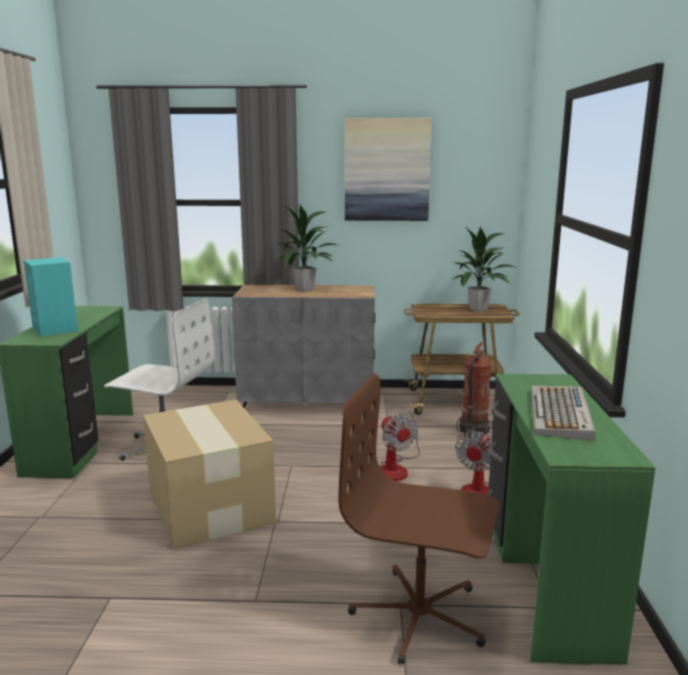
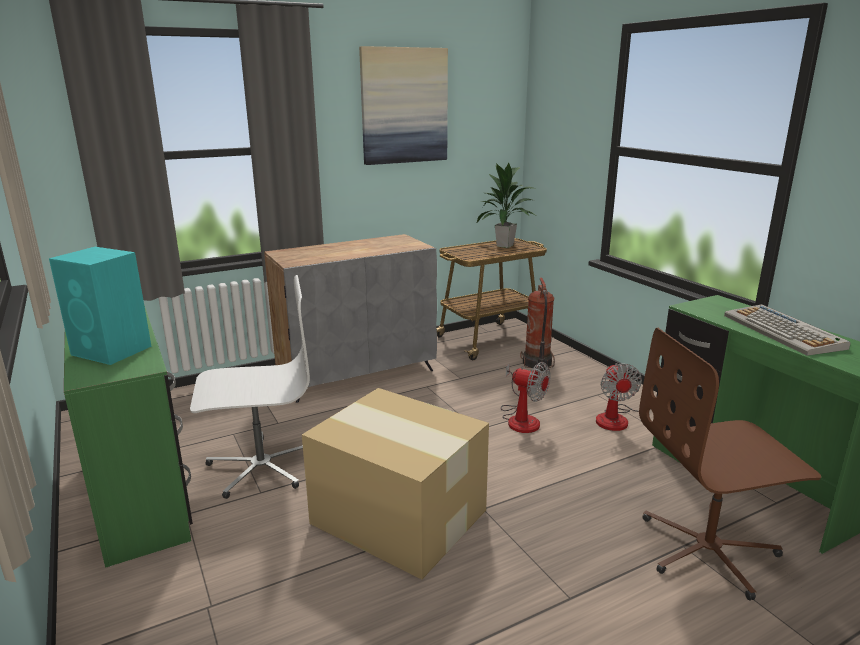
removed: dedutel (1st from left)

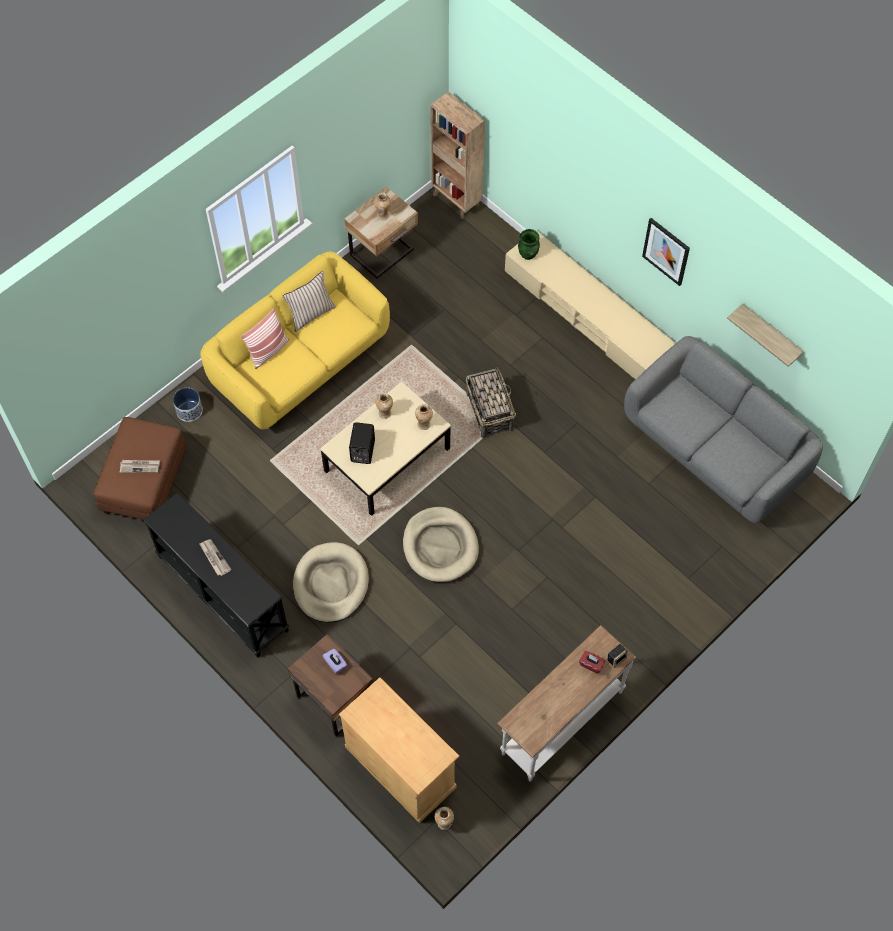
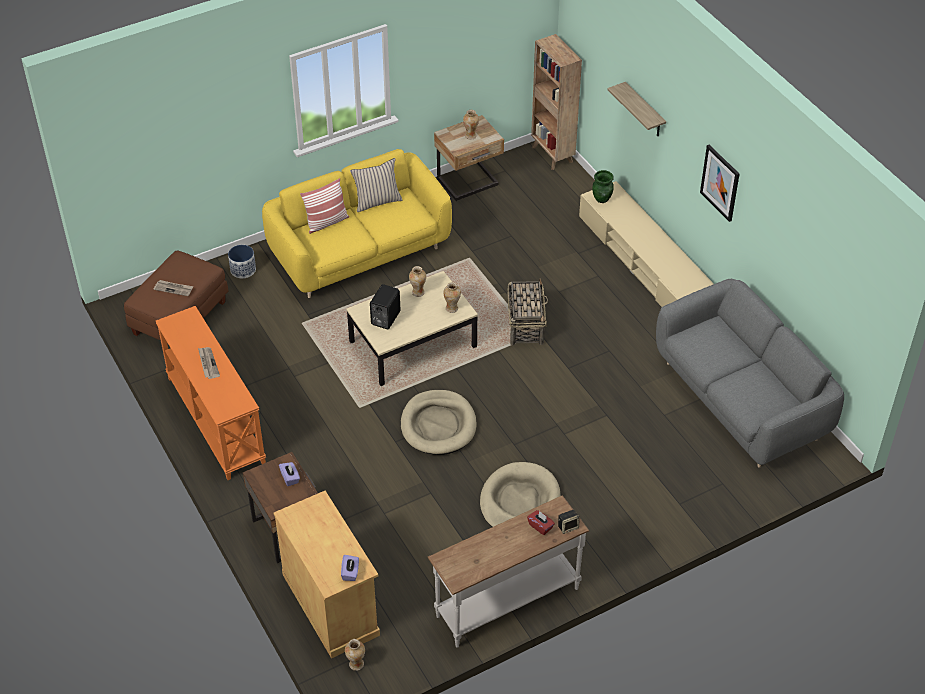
added: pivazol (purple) (2nd from left)
moved: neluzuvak; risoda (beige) (1st from left in the first image) to risoda (beige) (2nd from left)
recoloured: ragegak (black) to ragegak (orange)

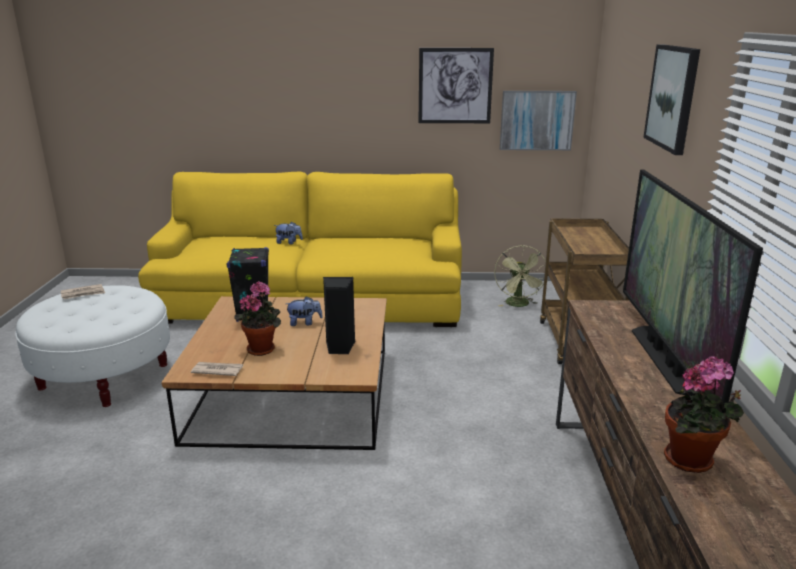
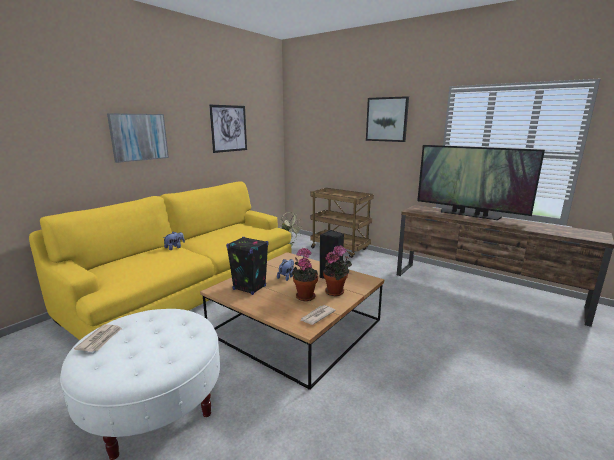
moved: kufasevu (2nd from left in the first image) to kufasevu (1st from left); dedutel (2nd from left)

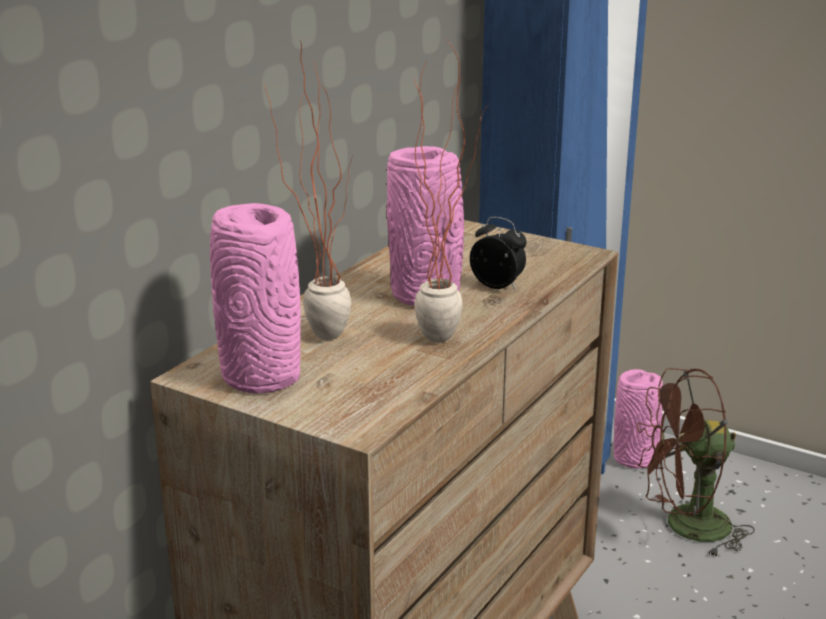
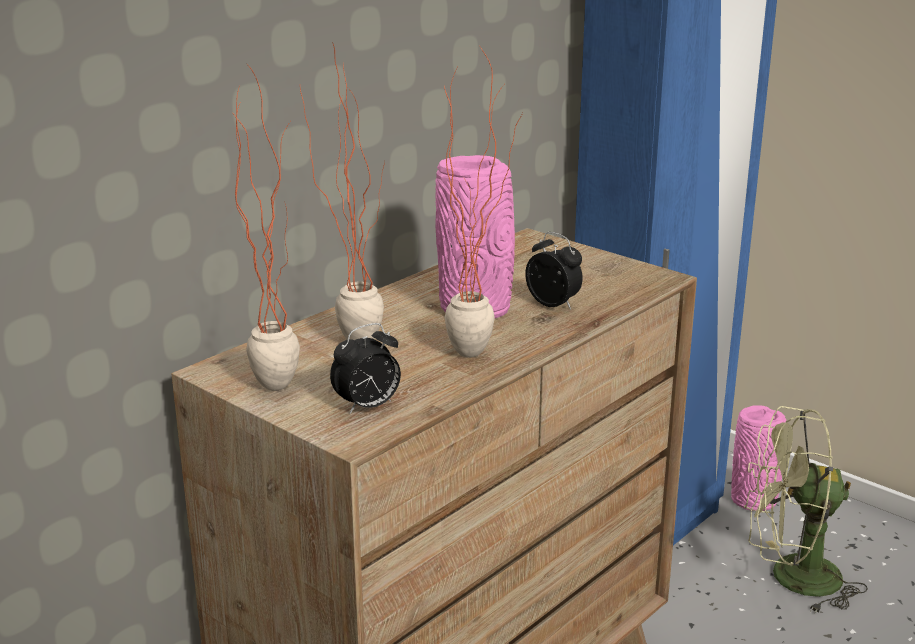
added: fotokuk (1st from left)
replaced: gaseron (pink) (1st from left) to dedutel (1st from left)
recoloured: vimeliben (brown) to vimeliben (green)

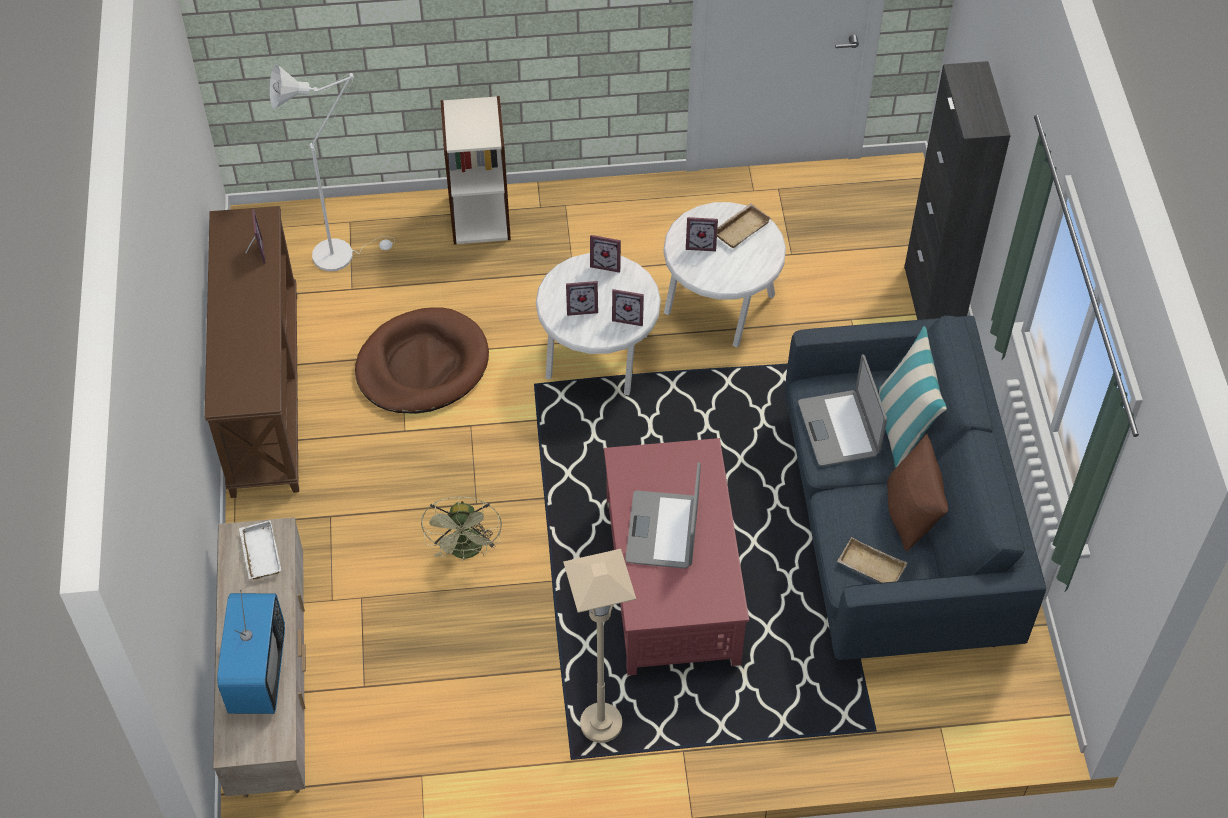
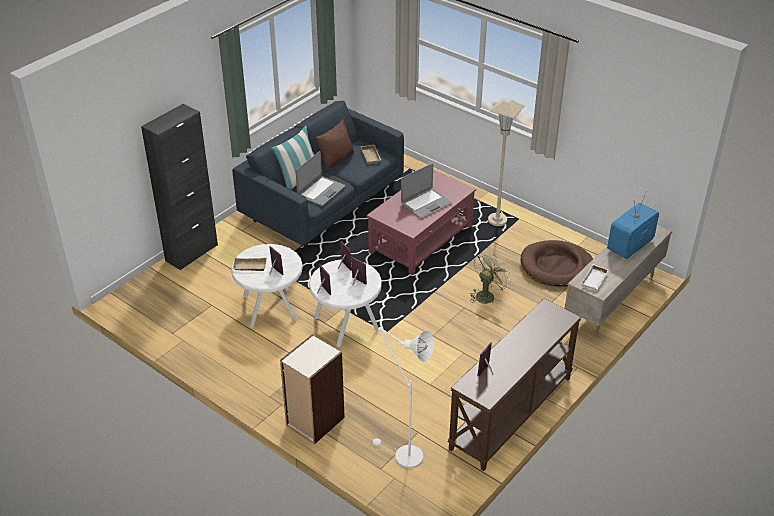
moved: risoda (brown)

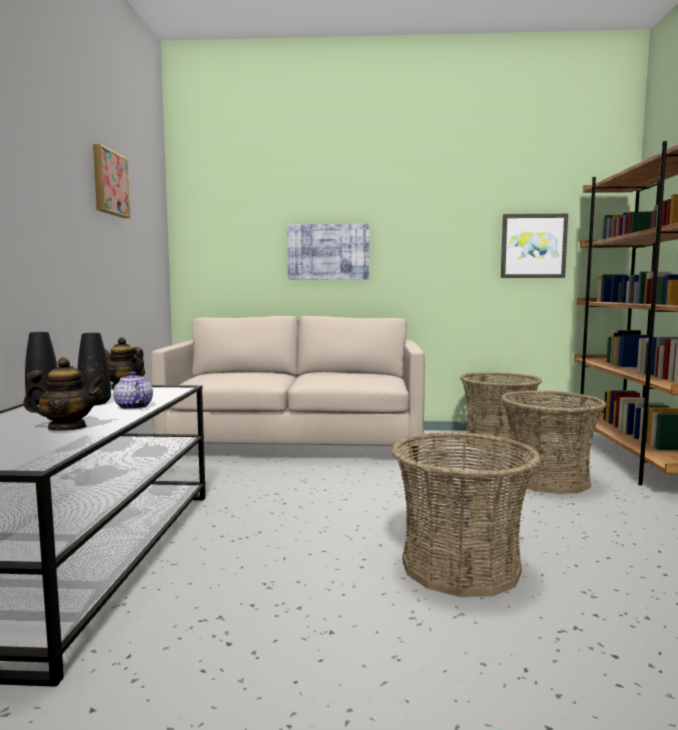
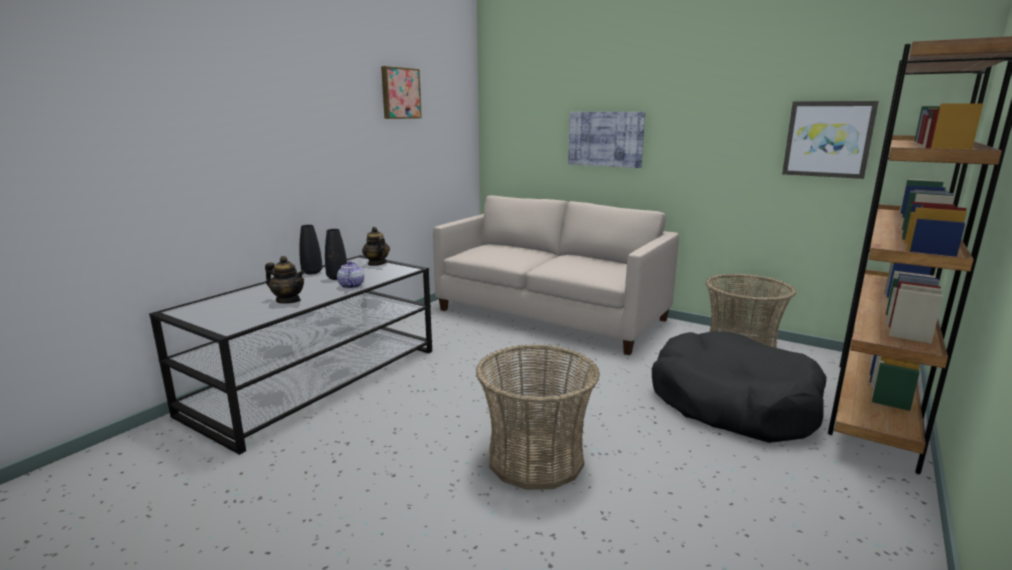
replaced: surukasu (3rd from left) to risoda (black)

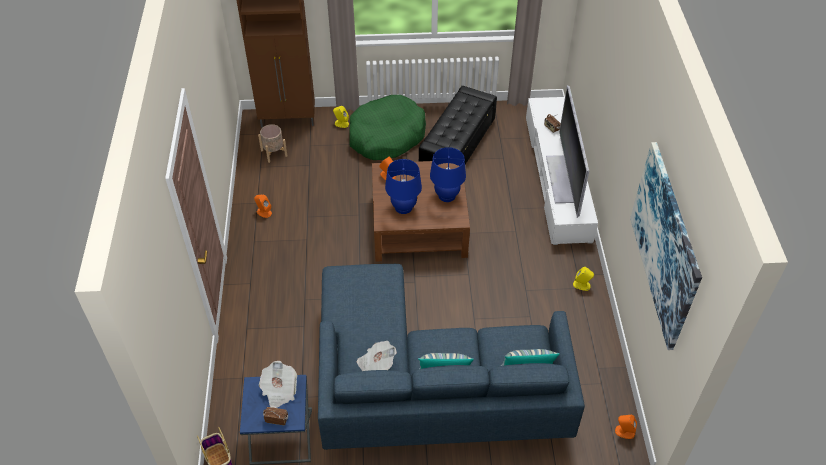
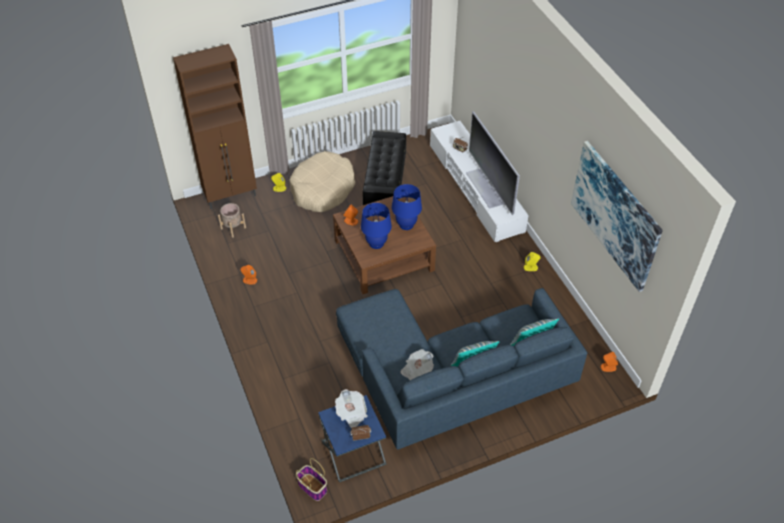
recoloured: risoda (green) to risoda (beige)

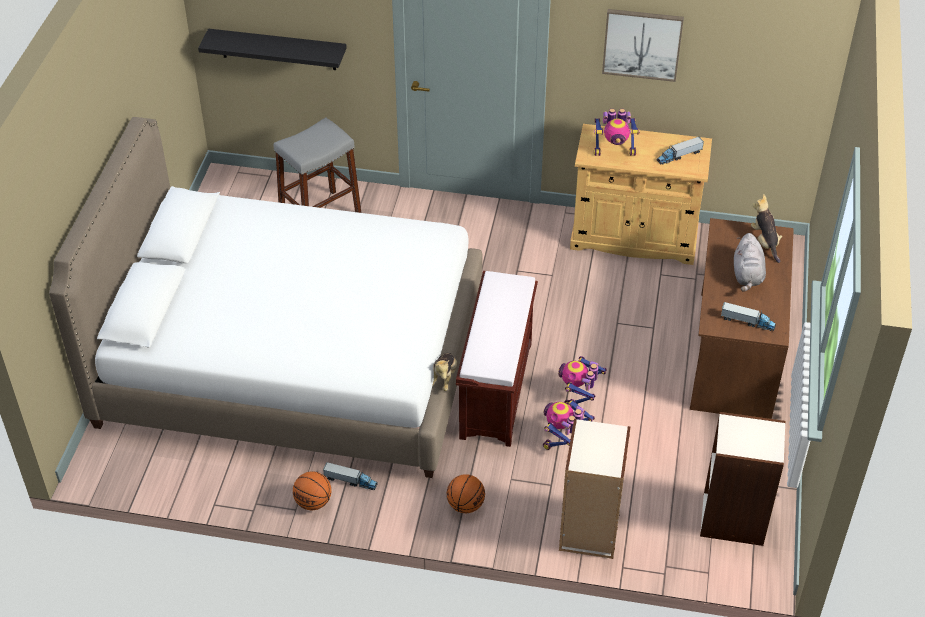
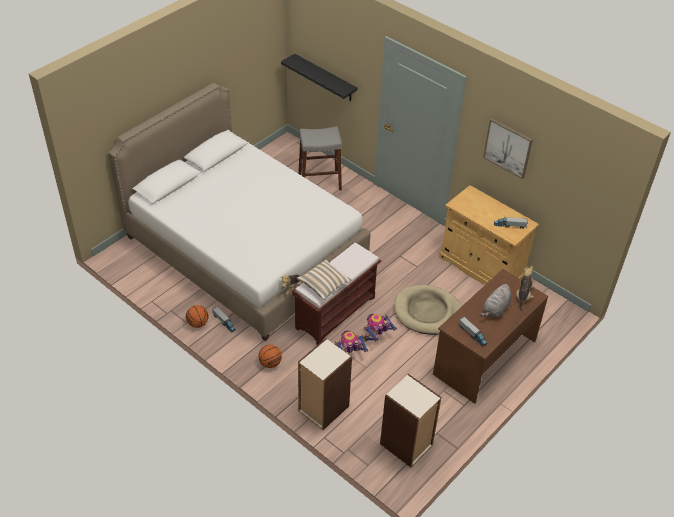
removed: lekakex (3rd from left)
added: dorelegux; risoda (beige)

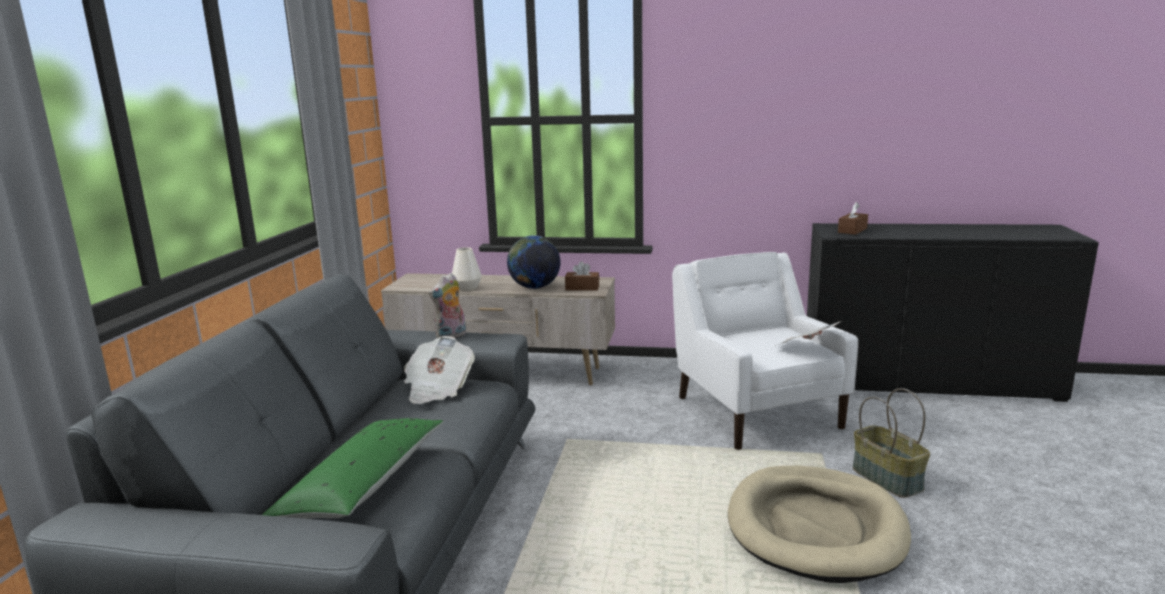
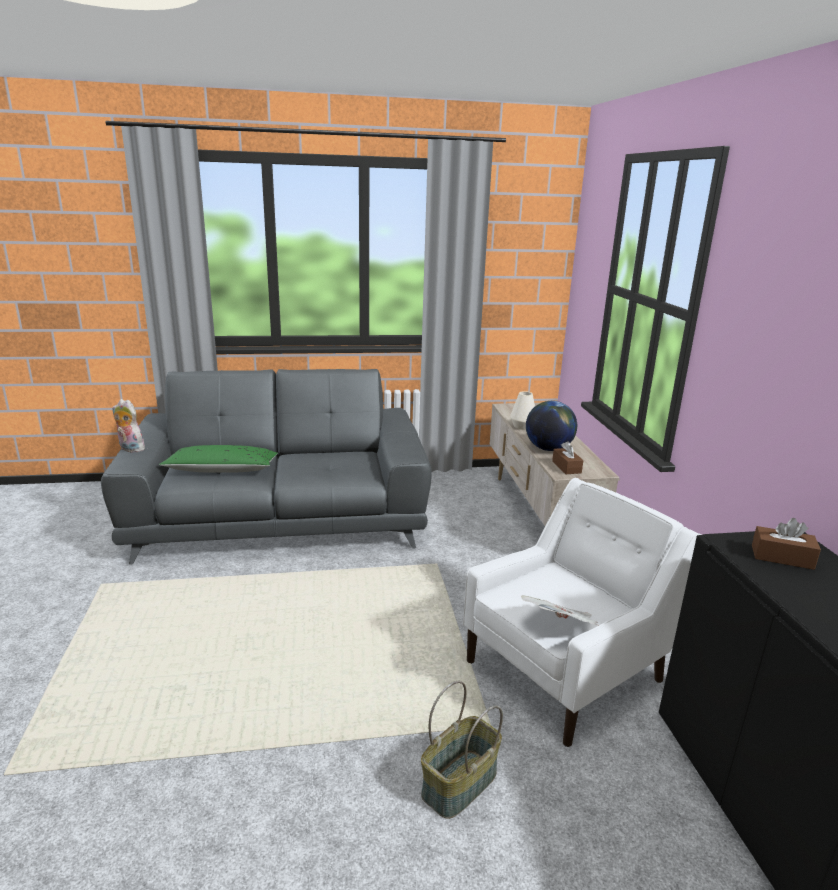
removed: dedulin (1st from left); risoda (beige)
moved: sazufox

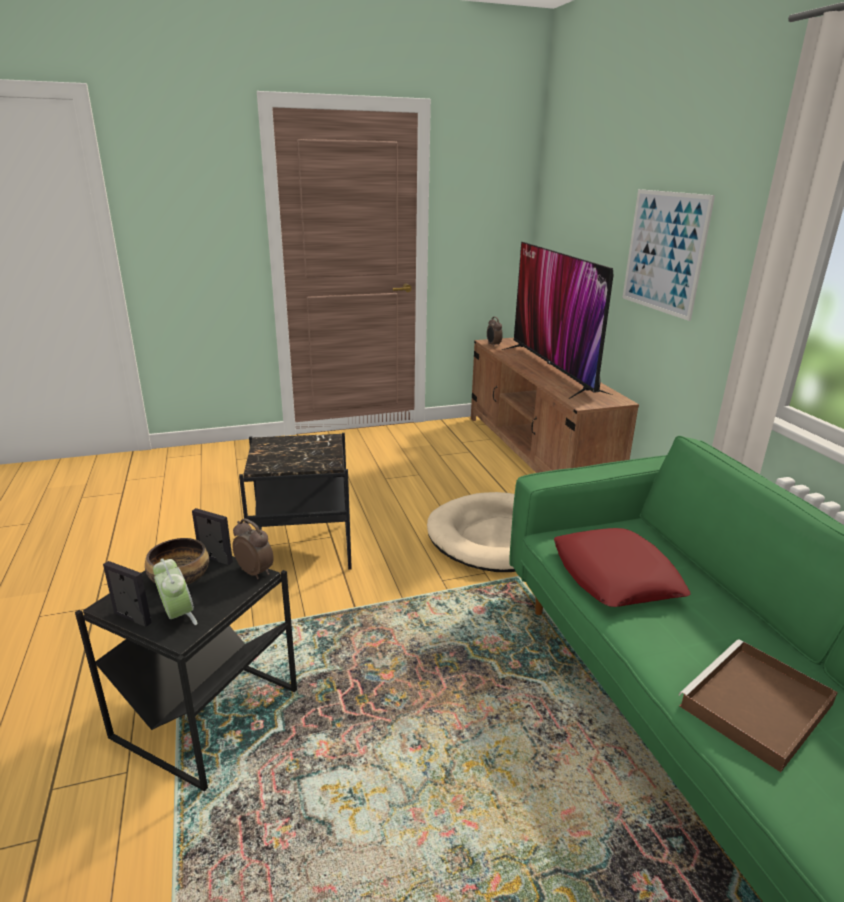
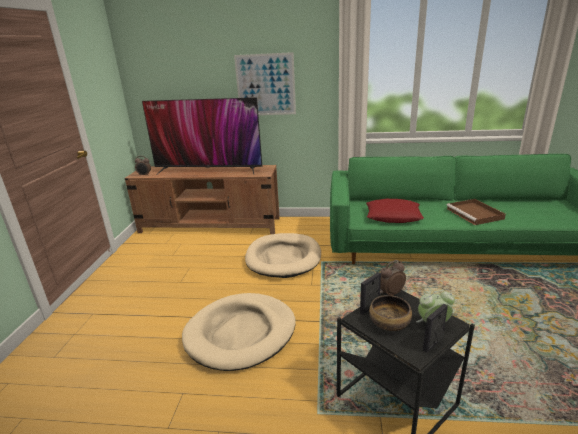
replaced: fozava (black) (2nd from left) to risoda (beige) (1st from left)

